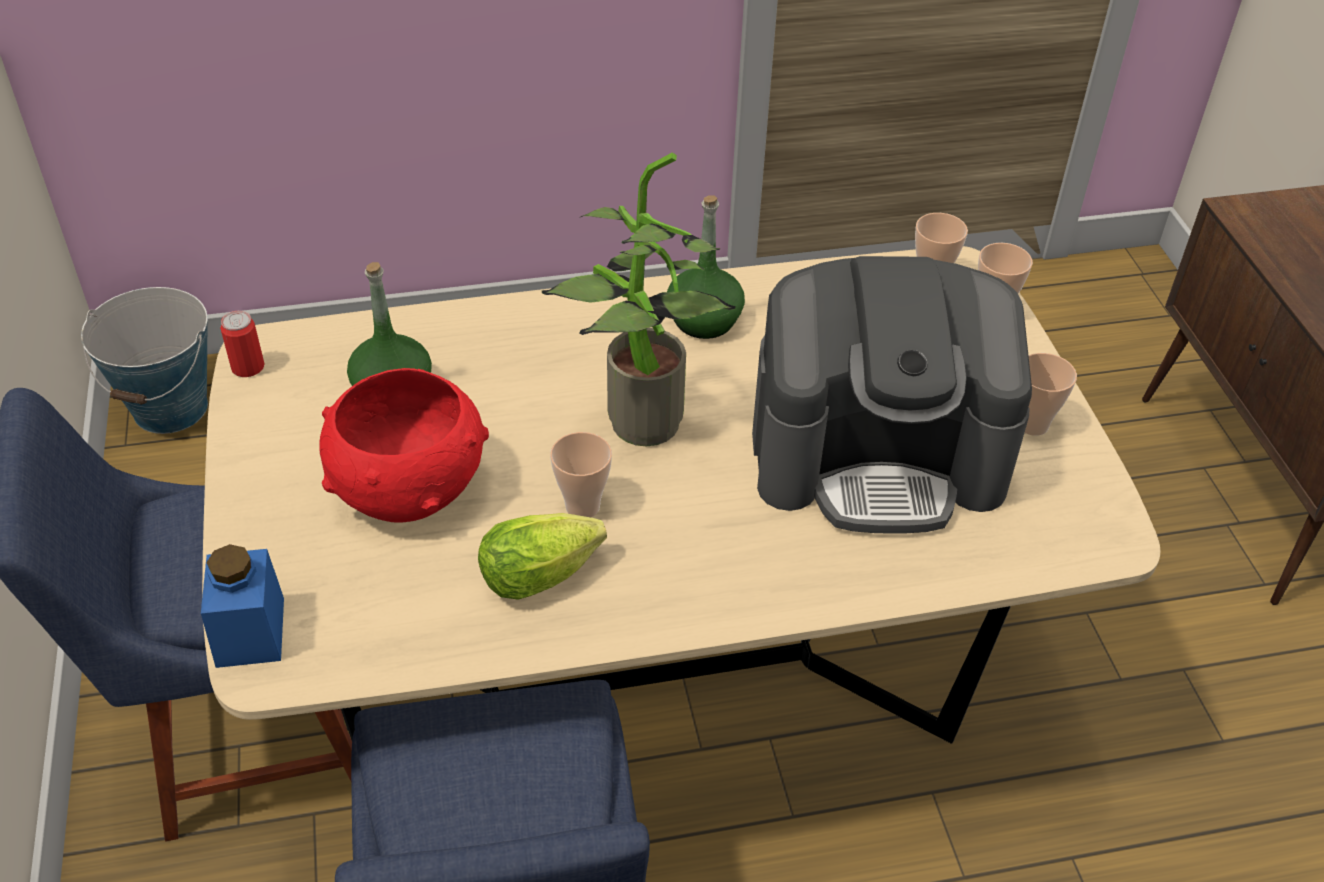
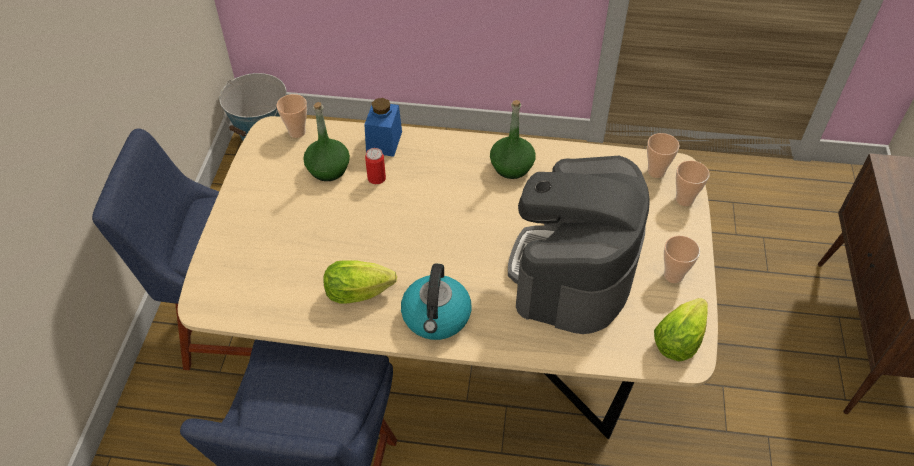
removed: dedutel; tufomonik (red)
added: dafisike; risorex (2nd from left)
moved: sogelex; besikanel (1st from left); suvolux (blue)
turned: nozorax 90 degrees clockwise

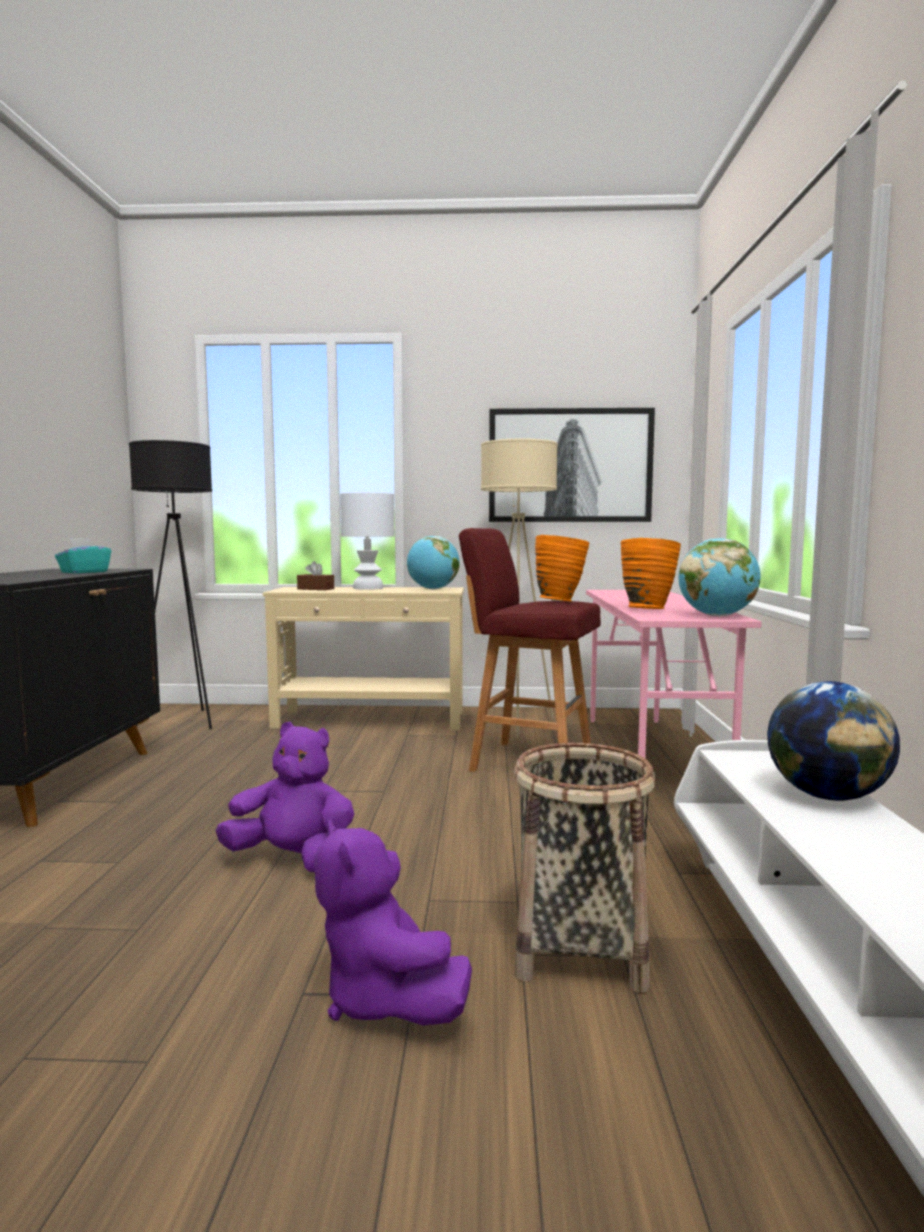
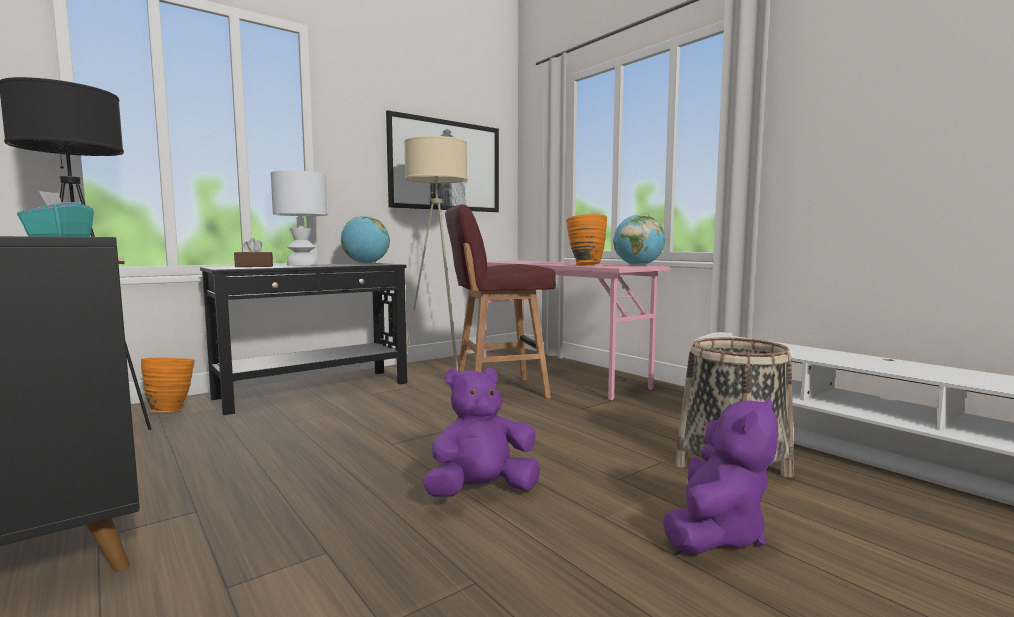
removed: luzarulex (3rd from left)
moved: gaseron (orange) (1st from left)
recoloured: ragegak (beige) to ragegak (black)
turned: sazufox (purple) (2nd from left) 75 degrees counterclockwise

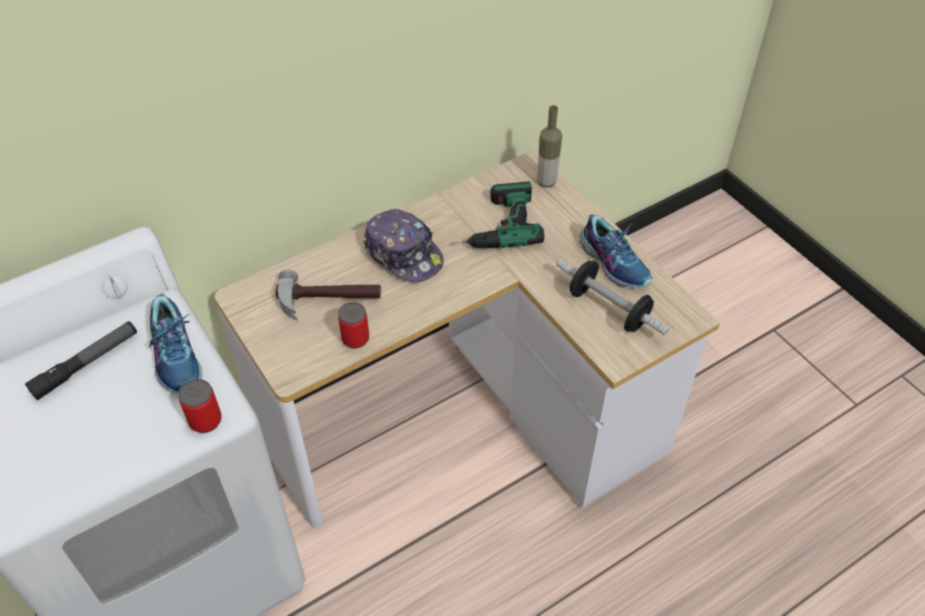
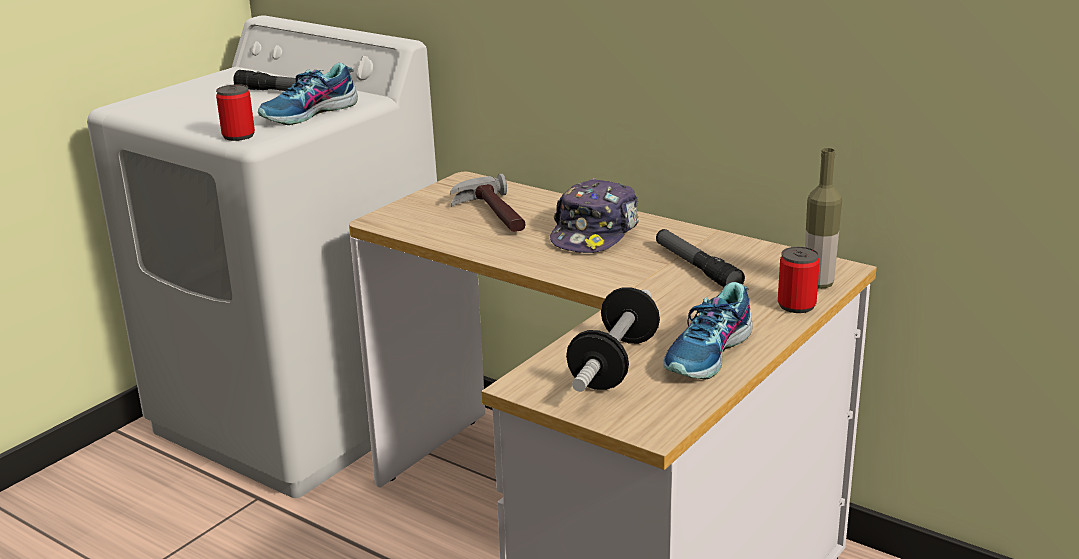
moved: sogelex (2nd from left)
replaced: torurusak to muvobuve (2nd from left)

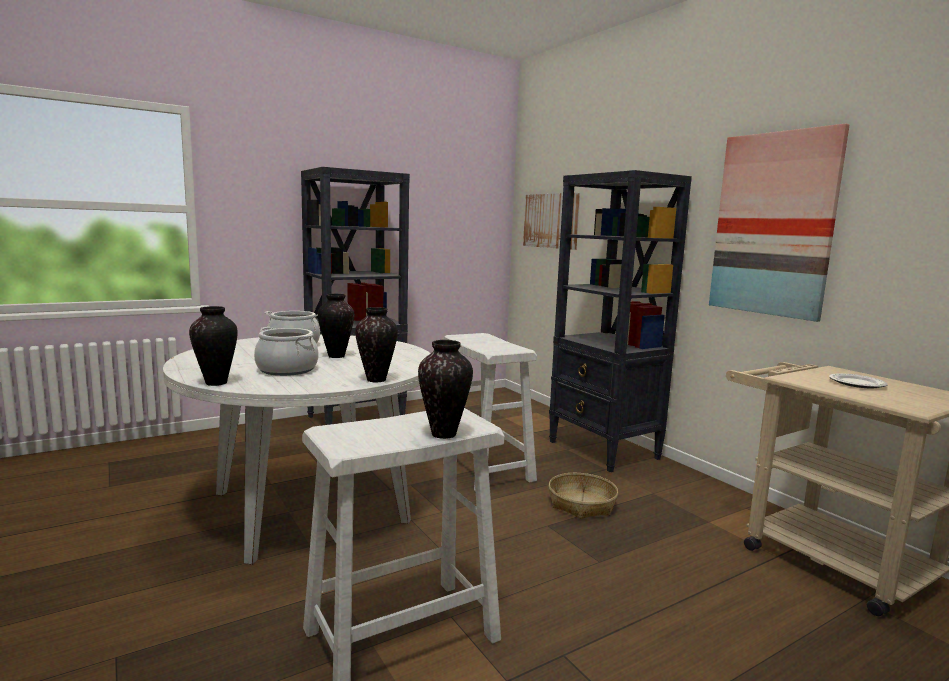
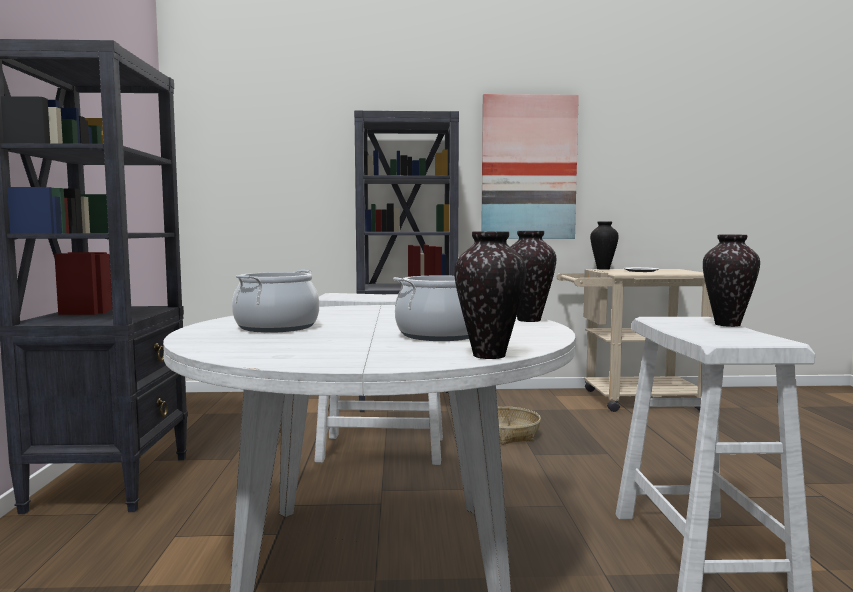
removed: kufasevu (1st from left)
moved: gaseron (2nd from left in the first image) to gaseron (3rd from left)

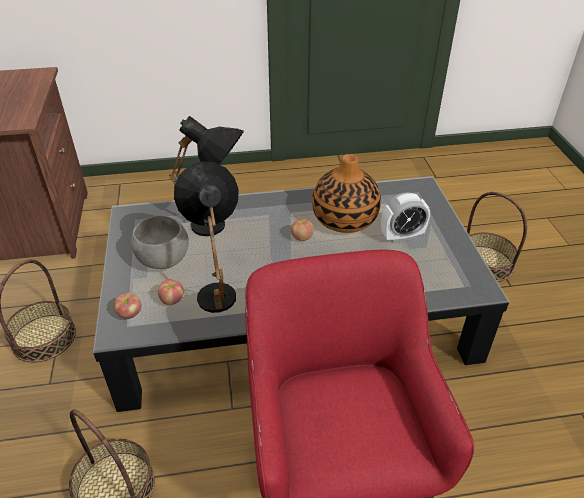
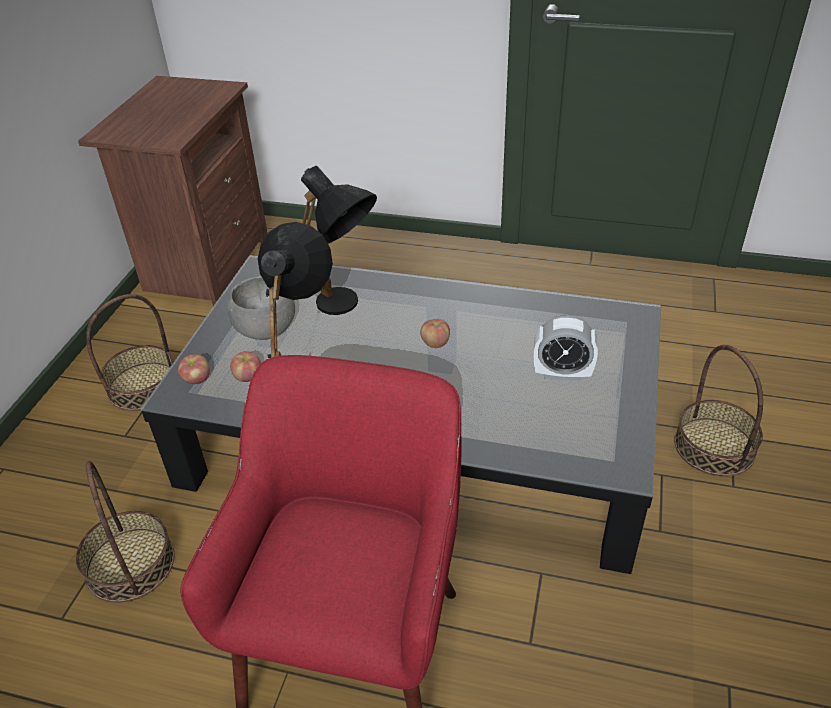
removed: gaseron

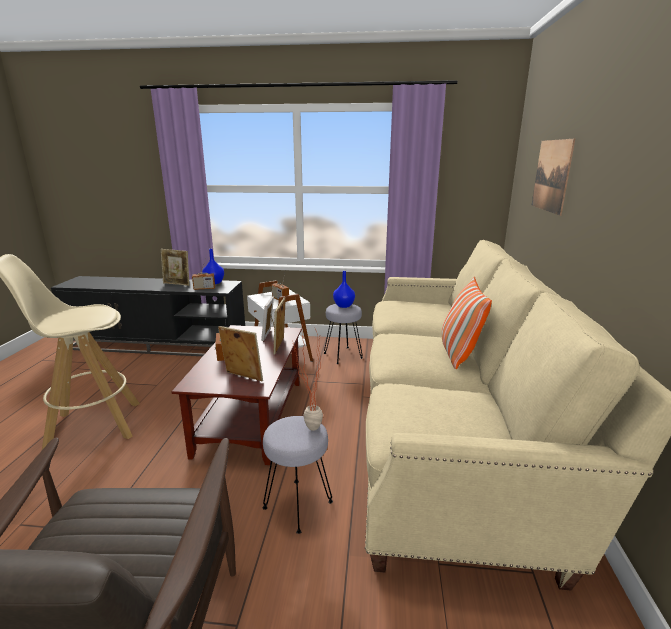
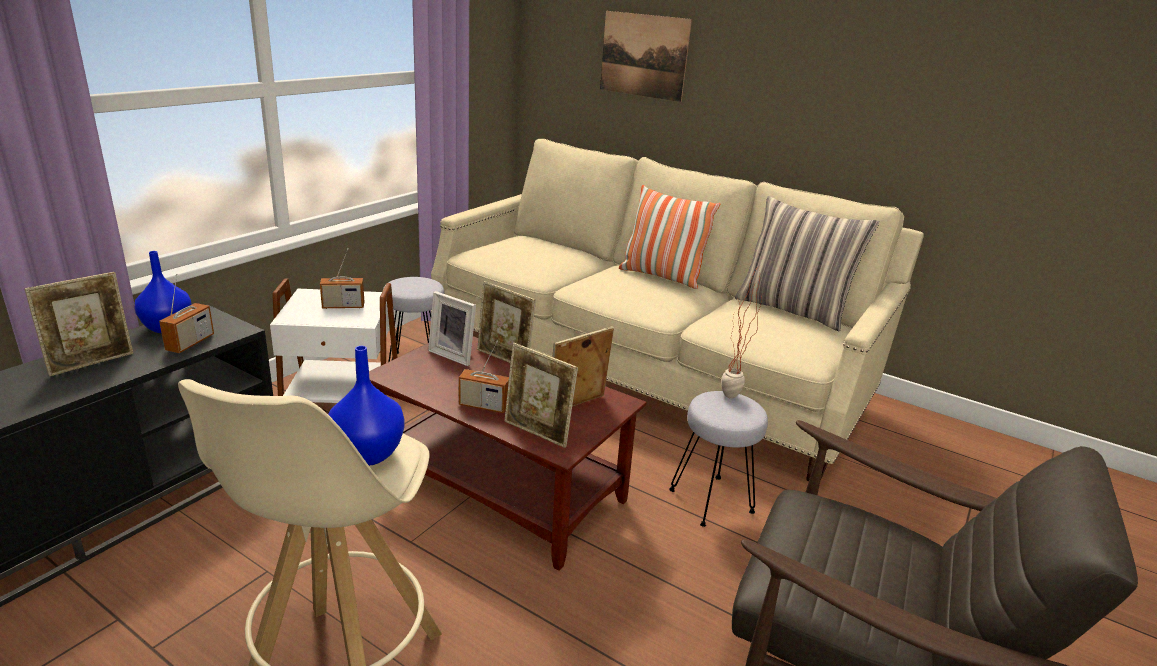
added: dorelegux (2nd from left); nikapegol (4th from left)
moved: gaseron (blue) (2nd from left)

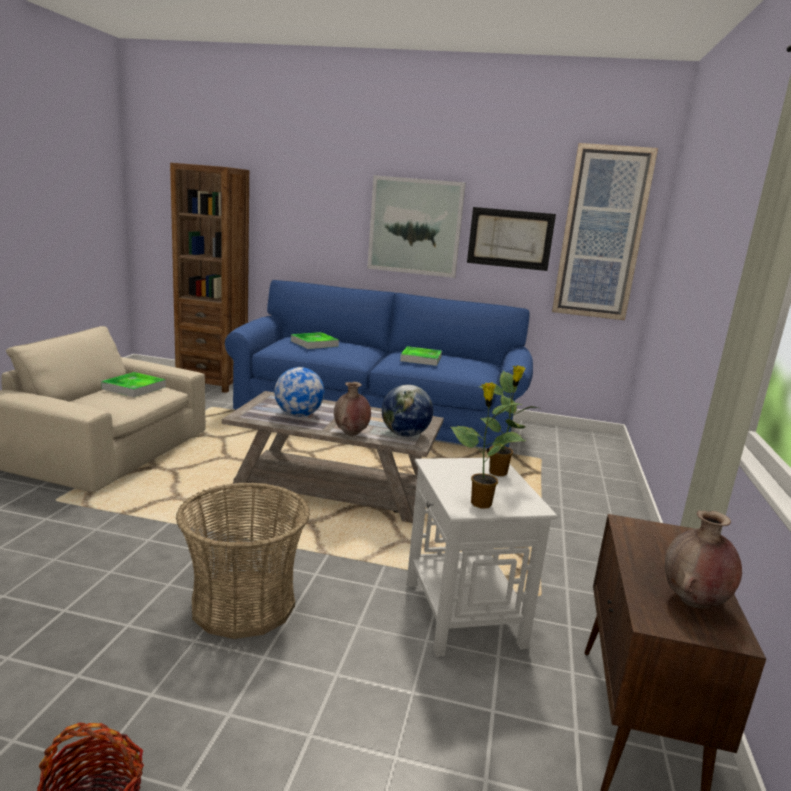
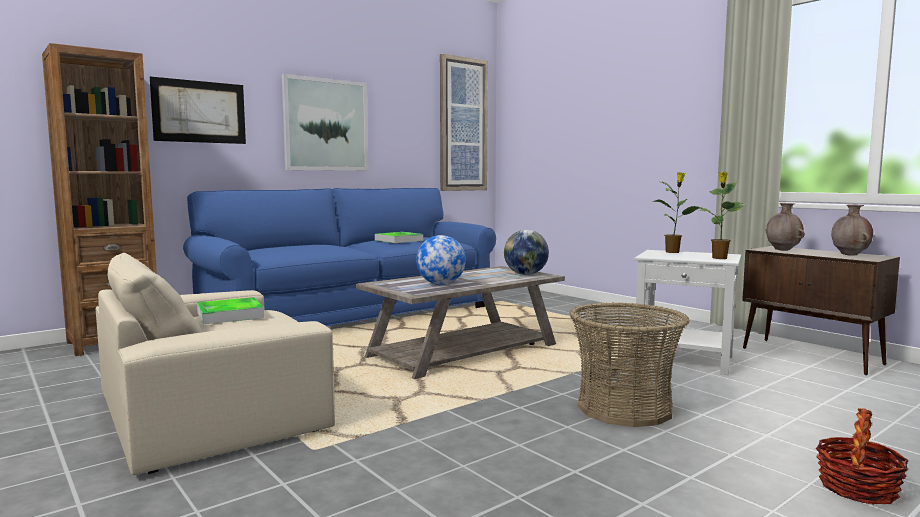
removed: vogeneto (2nd from left)
moved: kufasevu (2nd from left in the first image) to kufasevu (1st from left); gaseron (brown) (1st from left)

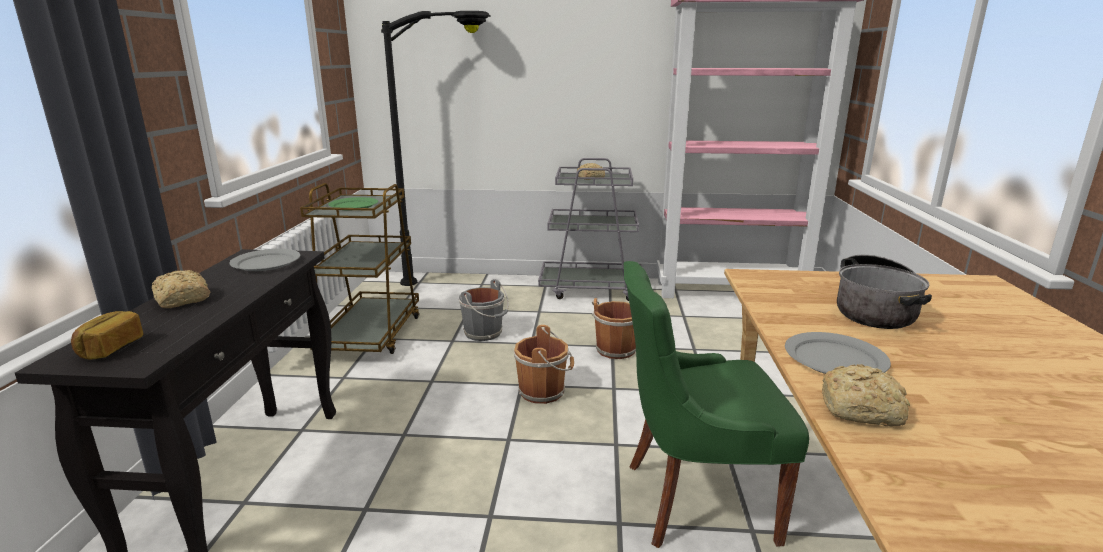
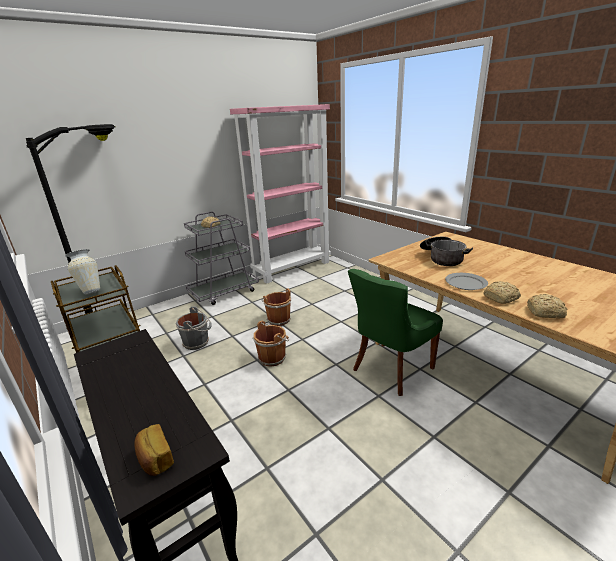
removed: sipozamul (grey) (1st from left)
moved: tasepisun (2nd from left in the first image) to tasepisun (4th from left)
replaced: sipozamul (green) to gaseron

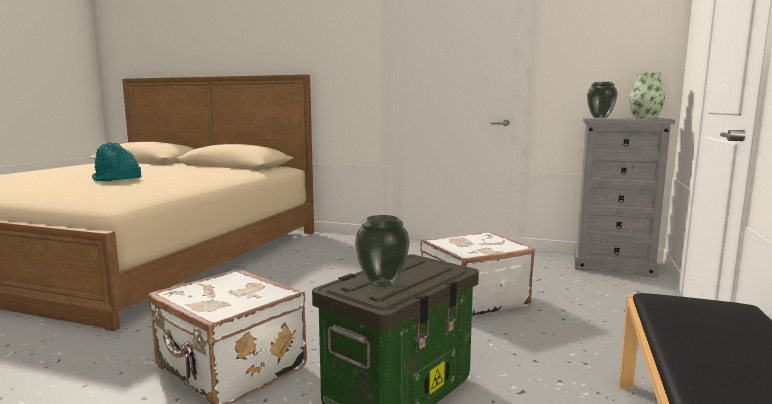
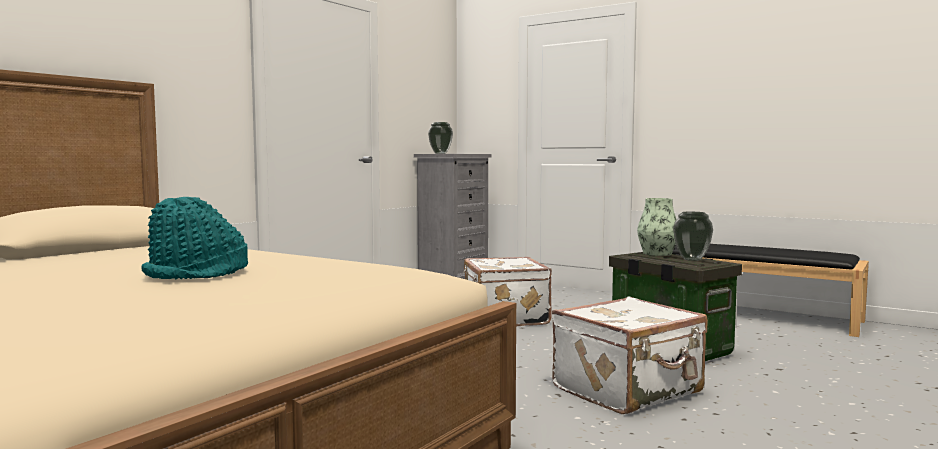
moved: gaseron (3rd from left in the first image) to gaseron (2nd from left)

